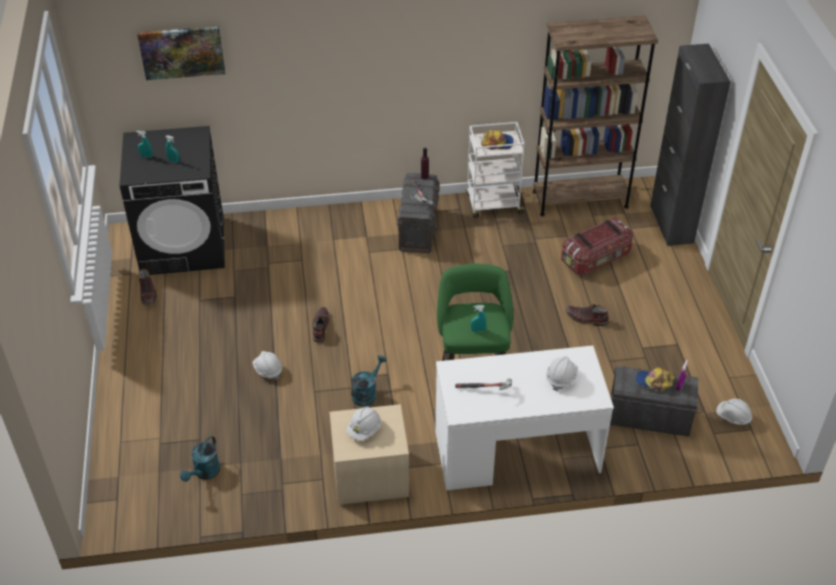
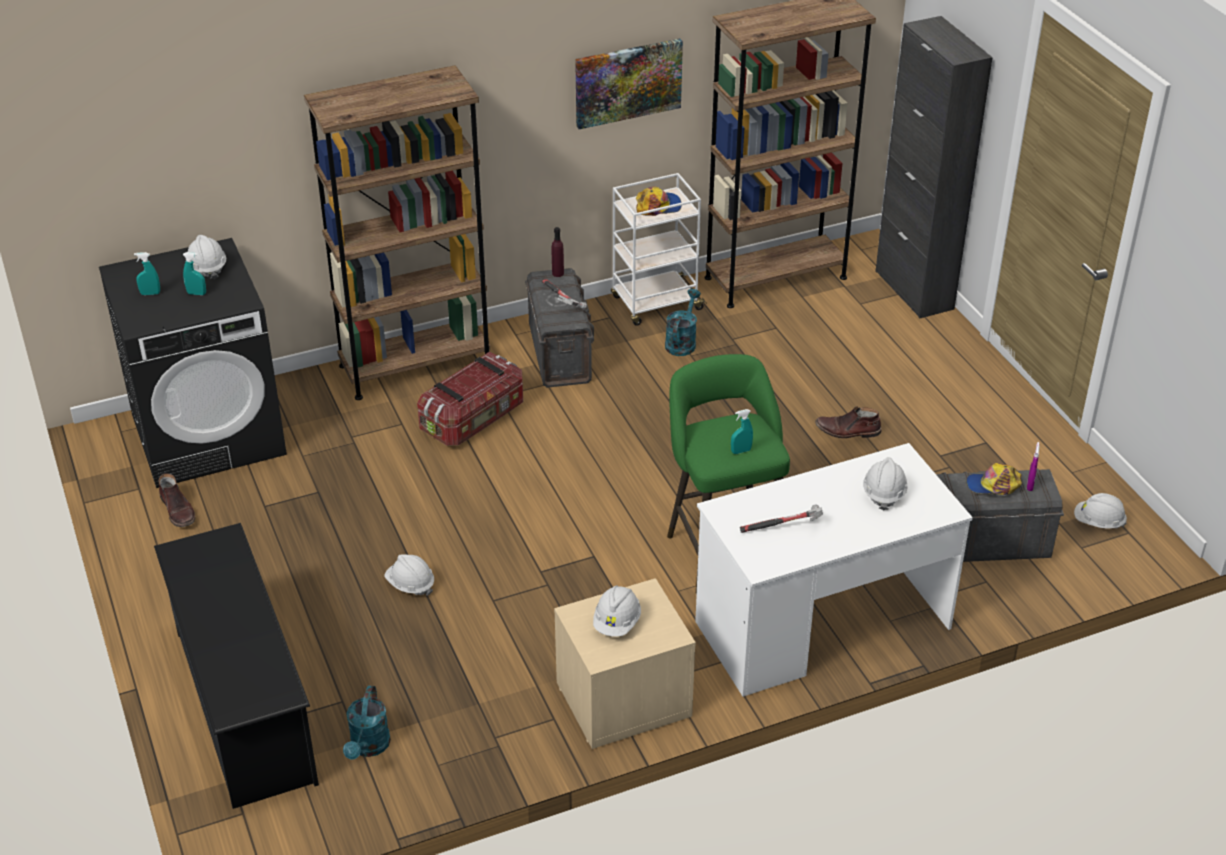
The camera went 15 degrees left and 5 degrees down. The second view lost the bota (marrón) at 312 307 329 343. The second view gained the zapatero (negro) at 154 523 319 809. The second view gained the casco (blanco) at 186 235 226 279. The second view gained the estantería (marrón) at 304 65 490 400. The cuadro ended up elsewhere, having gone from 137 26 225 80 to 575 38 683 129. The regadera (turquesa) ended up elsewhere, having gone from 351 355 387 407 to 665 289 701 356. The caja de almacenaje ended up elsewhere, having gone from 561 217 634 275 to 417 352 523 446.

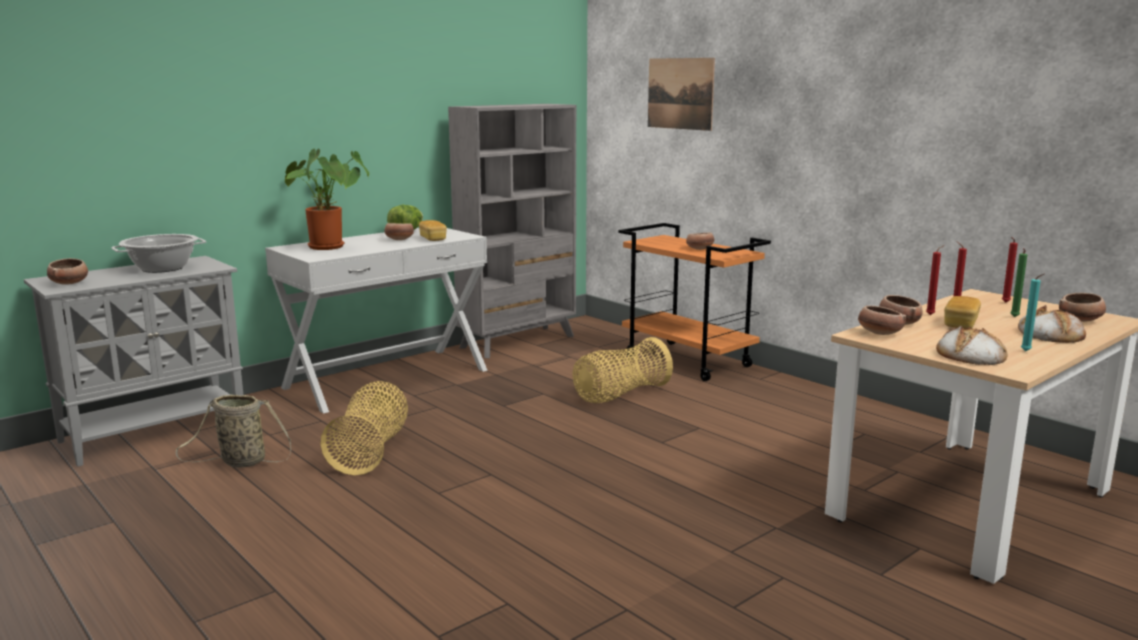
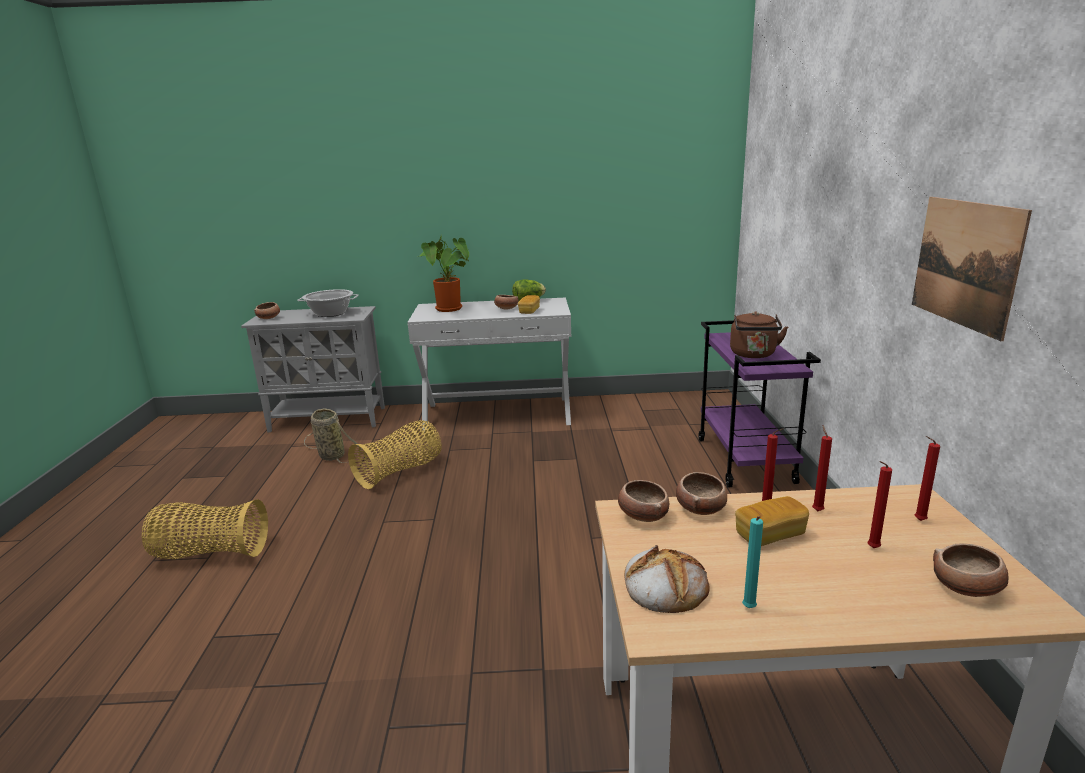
The camera went 40 degrees right and 5 degrees up. The second view lost the estantería (gris) at 448 104 576 358. The second view lost the pan at 1018 305 1086 343. The cesta ended up elsewhere, having gone from 572 337 673 403 to 142 499 268 559. The cuadro ended up elsewhere, having gone from 648 58 715 131 to 912 197 1032 341. Where the cuenco stood at 686 233 714 250, the hervidor (marrón) came to stand at 730 311 788 358. What was the carrito (naranja) at 618 223 771 381 turned into the carrito (morado) at 698 320 821 487. What was the vela (verde) at 1011 248 1027 317 turned into the vela (rojo) at 867 461 892 548.

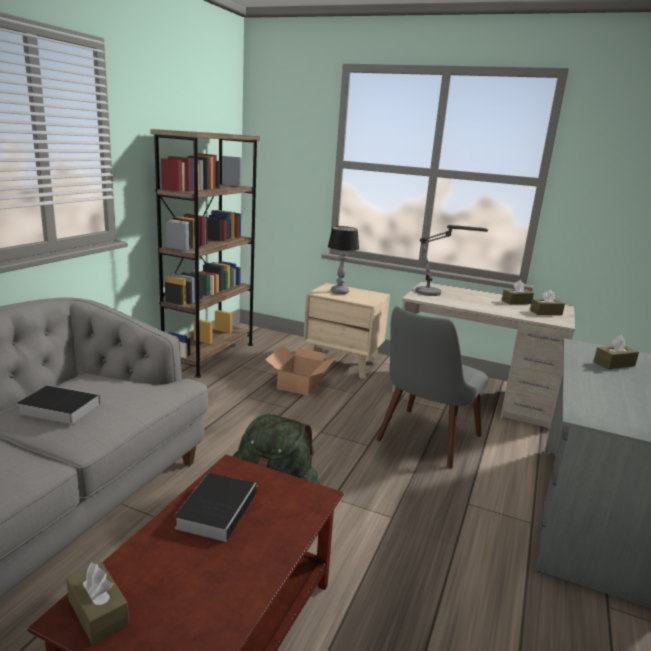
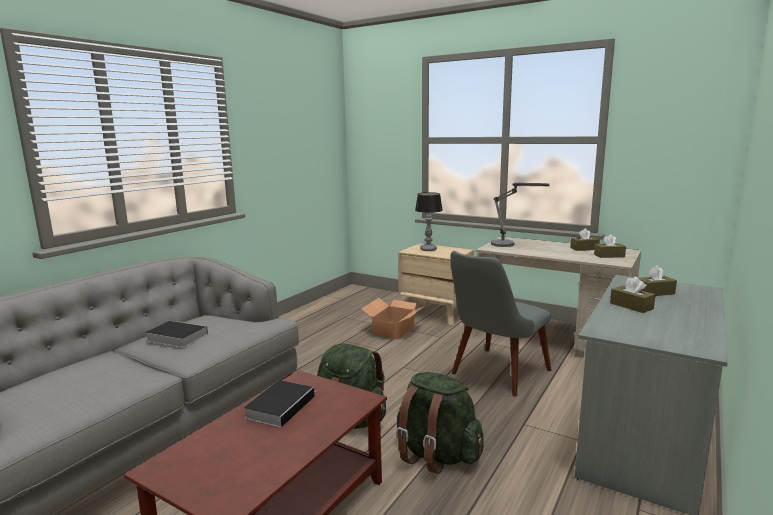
The camera went 10 degrees right and 5 degrees down. The second view lost the estantería (marrón) at 150 129 260 378. The second view gained the mochila (verde) at 396 372 484 474. The caja de pañuelos (marrón) ended up elsewhere, having gone from 66 562 129 645 to 610 277 655 313.

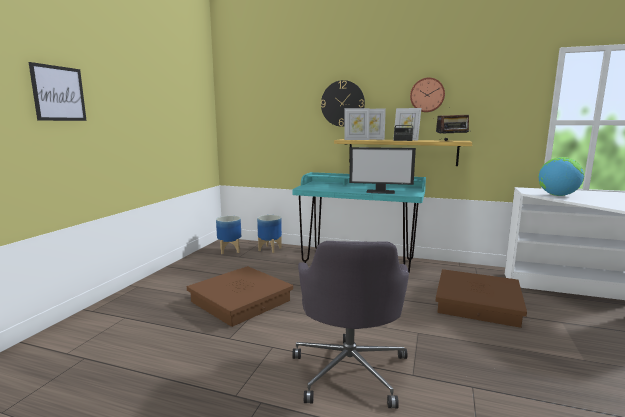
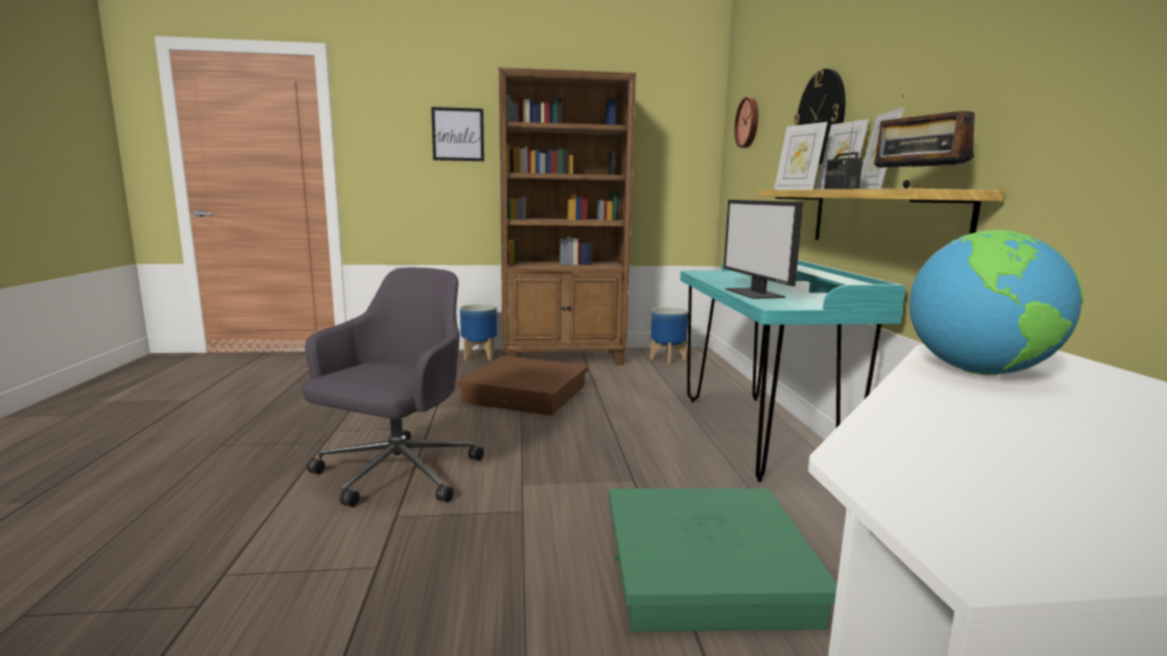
The camera went 65 degrees right and 0 degrees up. The second view gained the estantería (marrón) at 499 67 636 365. The maceta ended up elsewhere, having gone from 257 215 282 253 to 460 304 497 360. The reloj de pared ended up elsewhere, having gone from 410 78 445 112 to 734 97 758 148. What was the caja de almacenaje (marrón) at 436 269 527 328 turned into the caja de almacenaje (verde) at 609 488 837 632. The silla de oficina (gris) at 293 241 409 409 ended up facing another way, 135 degrees clockwise from before.

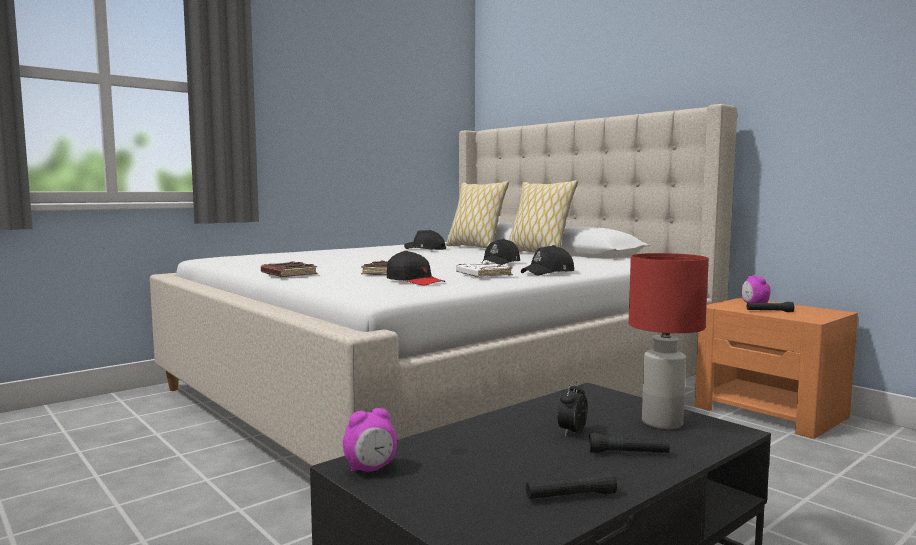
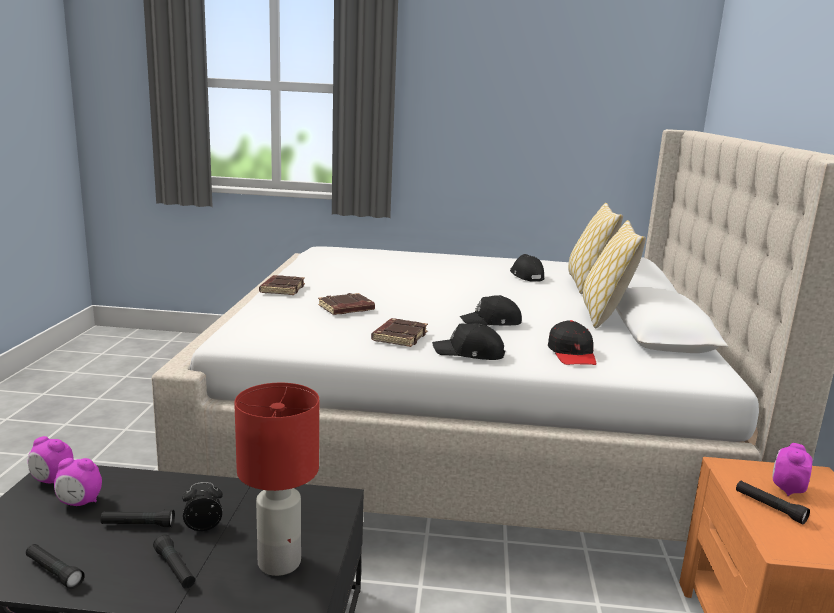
The camera went 45 degrees right and 10 degrees up. The second view gained the despertador at 54 458 102 506. The second view gained the linterna (negro) at 100 510 175 527. The gorra (negro) ended up elsewhere, having gone from 387 250 446 285 to 548 320 597 365. What was the libro (blanco) at 456 262 513 277 turned into the libro (marrón) at 371 318 428 347.

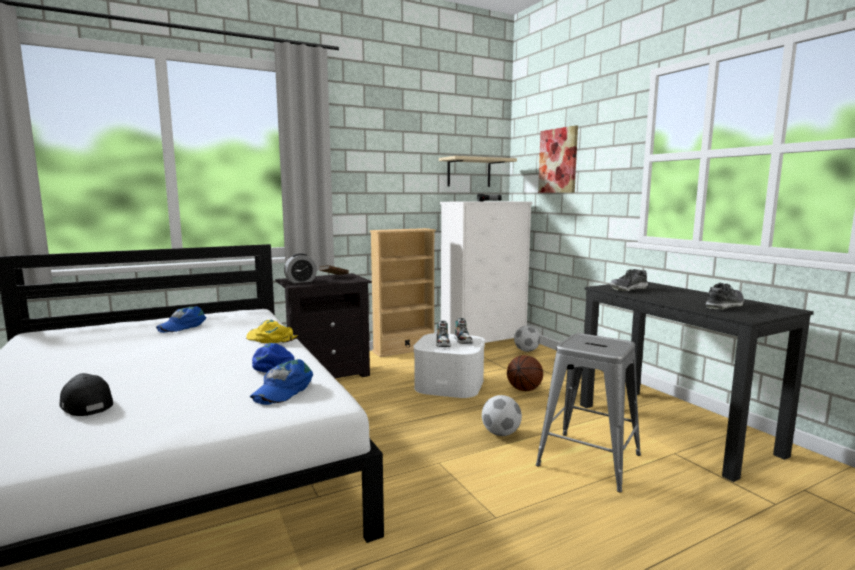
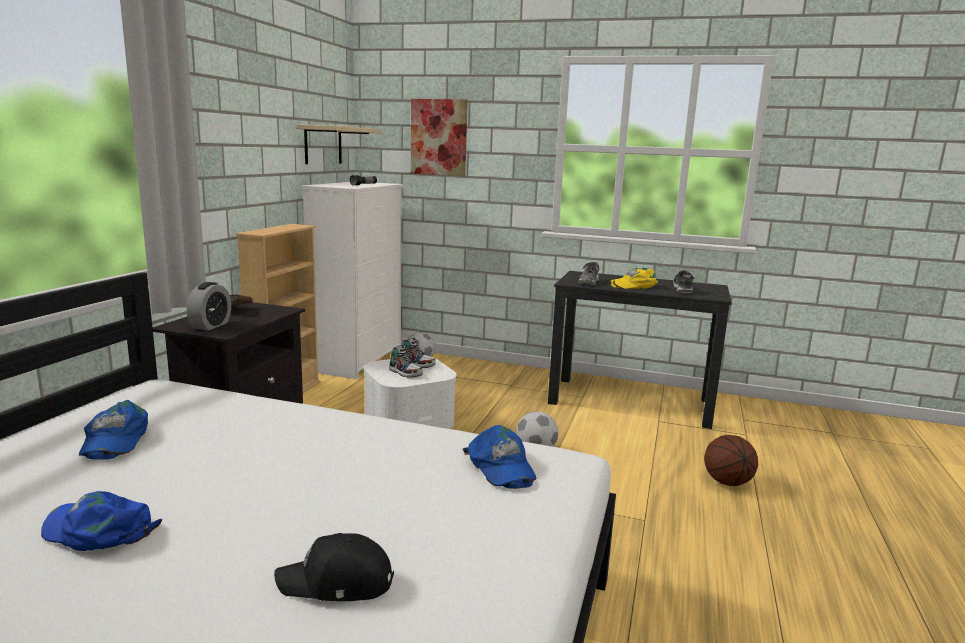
The camera went 45 degrees left and 5 degrees up. The second view lost the taburete (gris) at 536 333 641 493. The gorra (amarillo) ended up elsewhere, having gone from 246 320 298 343 to 611 268 658 289. The gorra (azul) ended up elsewhere, having gone from 252 343 294 373 to 41 491 162 551. The balón de baloncesto ended up elsewhere, having gone from 507 355 543 391 to 704 435 758 486.

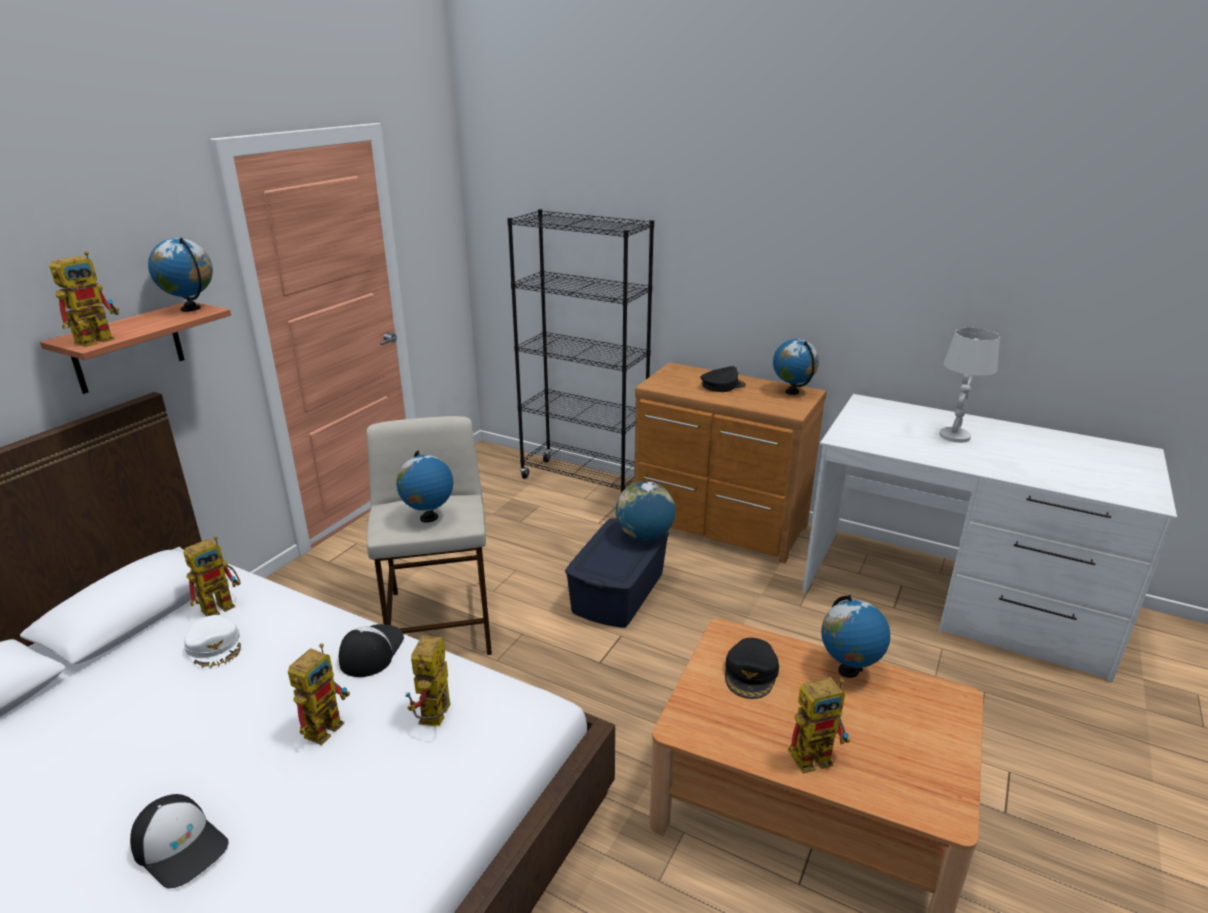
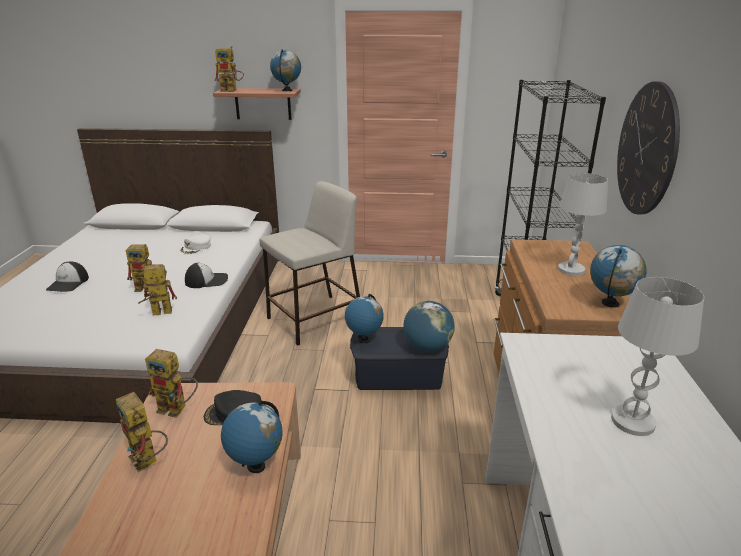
The camera went 65 degrees right and 0 degrees up. The second view gained the reloj de pared at 617 81 680 215. The robot de juguete ended up elsewhere, having gone from 183 536 240 617 to 145 349 198 418. The globo terráqueo ended up elsewhere, having gone from 396 451 453 523 to 345 294 384 343. Where the gorra (negro) stood at 701 366 746 392, the lámpara de mesa (blanco) came to stand at 558 173 608 276.

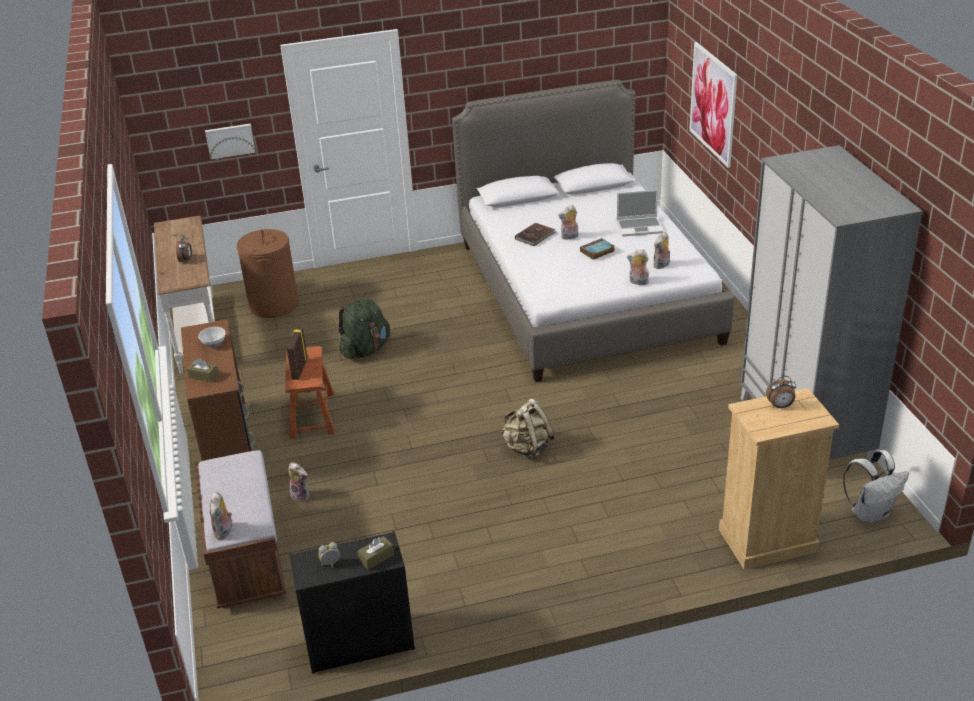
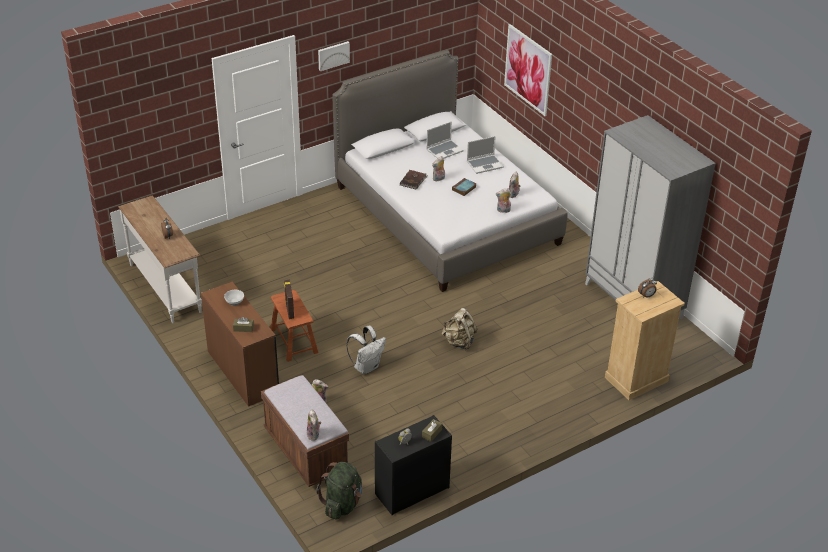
The camera went 20 degrees left and 5 degrees up. The second view lost the cesto de la ropa (marrón) at 237 229 299 318. The second view gained the portátil at 426 121 464 158. The cuadro ended up elsewhere, having gone from 205 124 256 159 to 318 41 350 71. The mochila (verde) ended up elsewhere, having gone from 338 298 391 359 to 316 462 362 519. The mochila (blanco) ended up elsewhere, having gone from 843 450 909 524 to 346 326 386 374.

